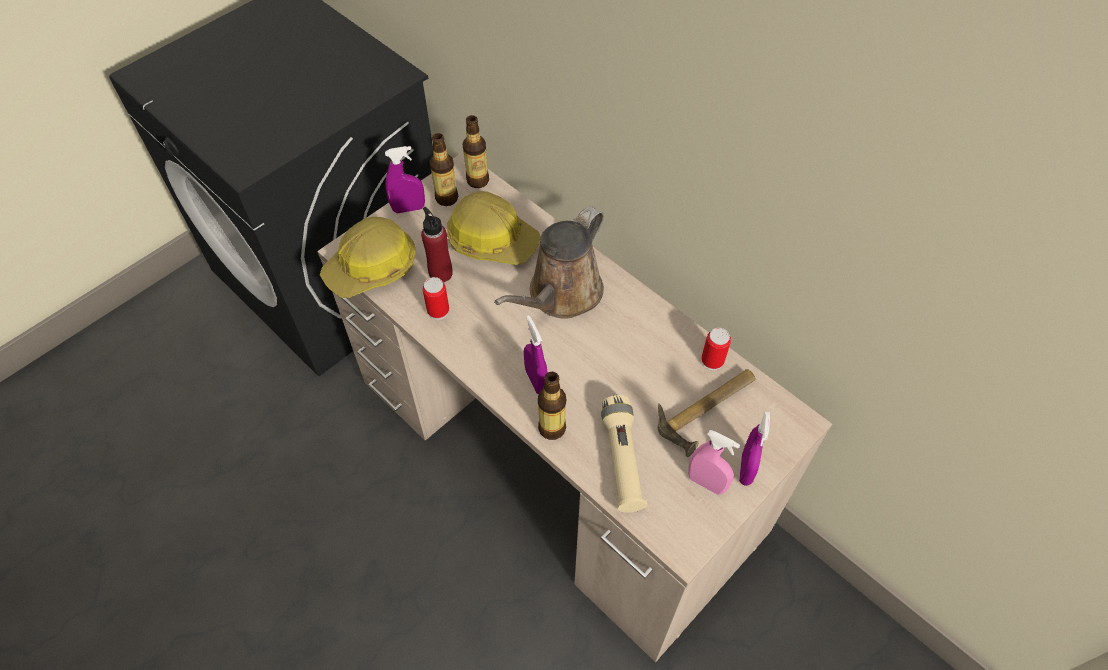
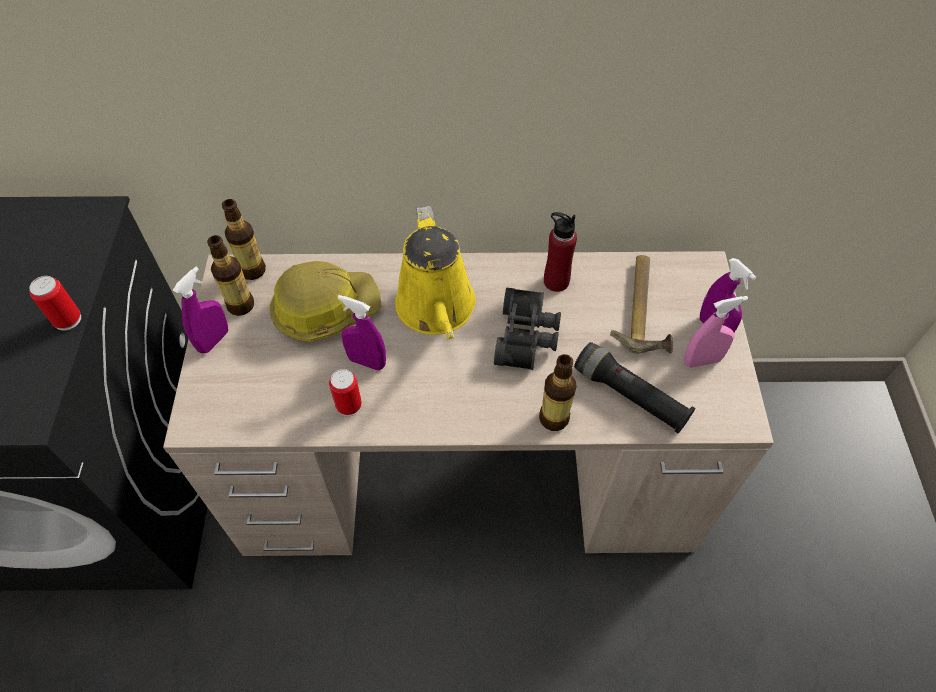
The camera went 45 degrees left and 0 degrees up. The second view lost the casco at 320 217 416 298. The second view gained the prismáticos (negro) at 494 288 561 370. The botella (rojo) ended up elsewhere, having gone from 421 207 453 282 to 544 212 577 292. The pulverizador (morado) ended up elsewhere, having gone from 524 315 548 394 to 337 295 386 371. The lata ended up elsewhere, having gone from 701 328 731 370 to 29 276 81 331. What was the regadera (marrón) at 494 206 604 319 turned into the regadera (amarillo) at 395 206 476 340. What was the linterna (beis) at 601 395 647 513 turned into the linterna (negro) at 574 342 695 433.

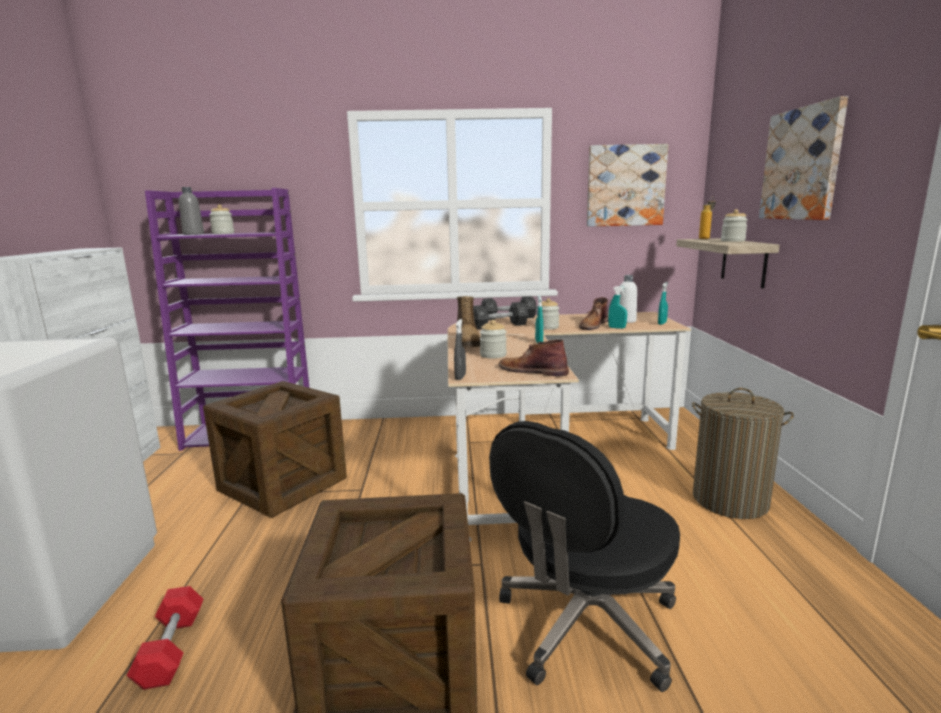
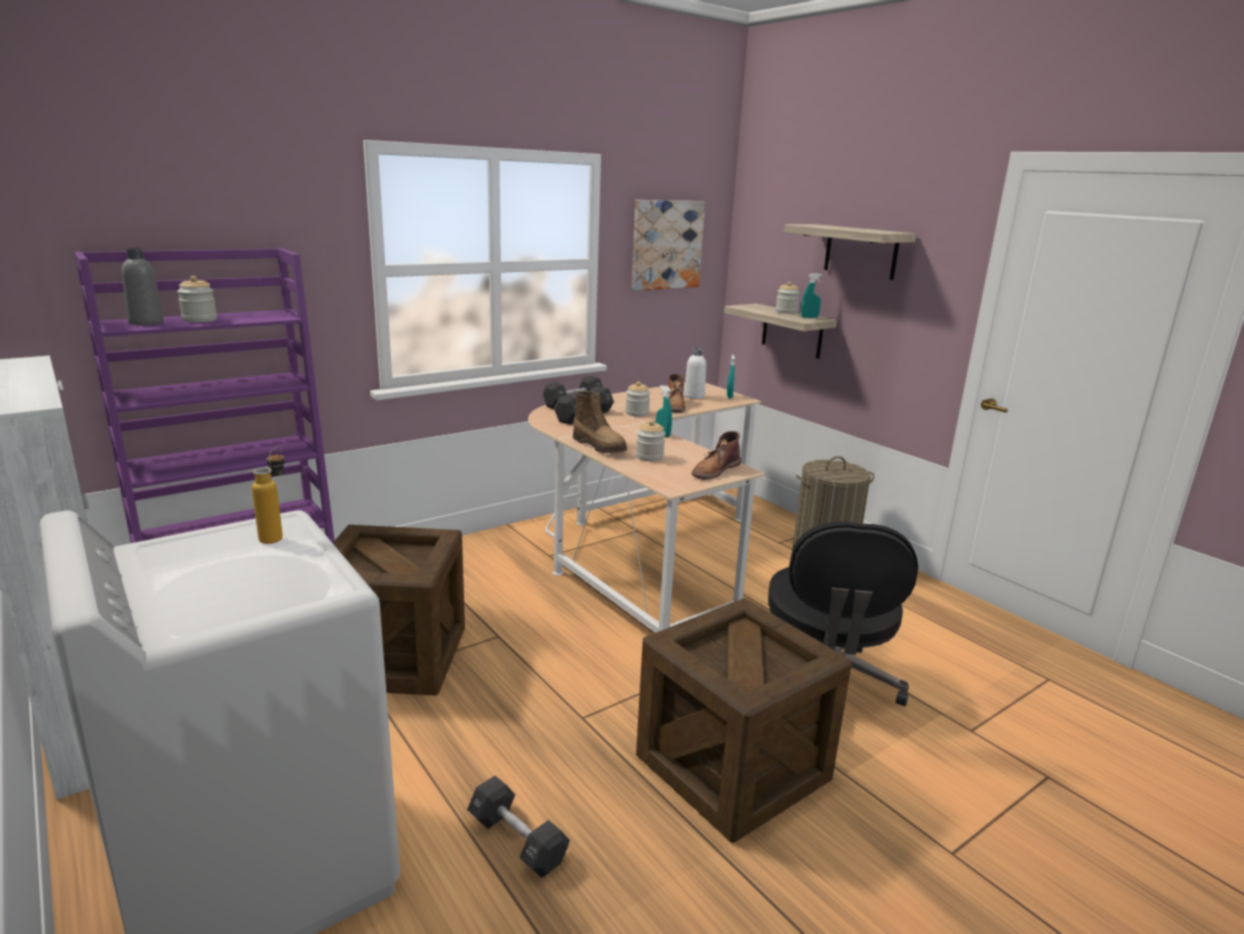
The camera went 35 degrees left and 5 degrees up. The second view lost the pulverizador (gris) at 454 319 466 380. The pulverizador (turquesa) ended up elsewhere, having gone from 608 286 627 329 to 801 274 822 318. The botella ended up elsewhere, having gone from 699 197 716 239 to 252 447 285 544. Where the cuadro hung at 759 96 848 220, the estante came to hang at 784 224 916 280. What was the mancuerna (rojo) at 127 586 203 690 turned into the mancuerna (negro) at 467 776 570 878. The bota (marrón) at 499 339 569 376 ended up facing another way, 45 degrees counterclockwise from before.

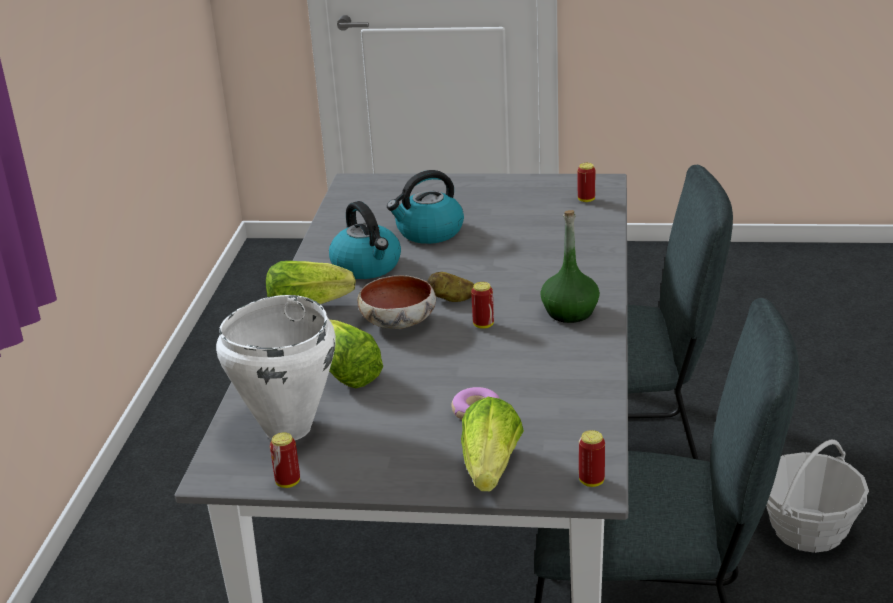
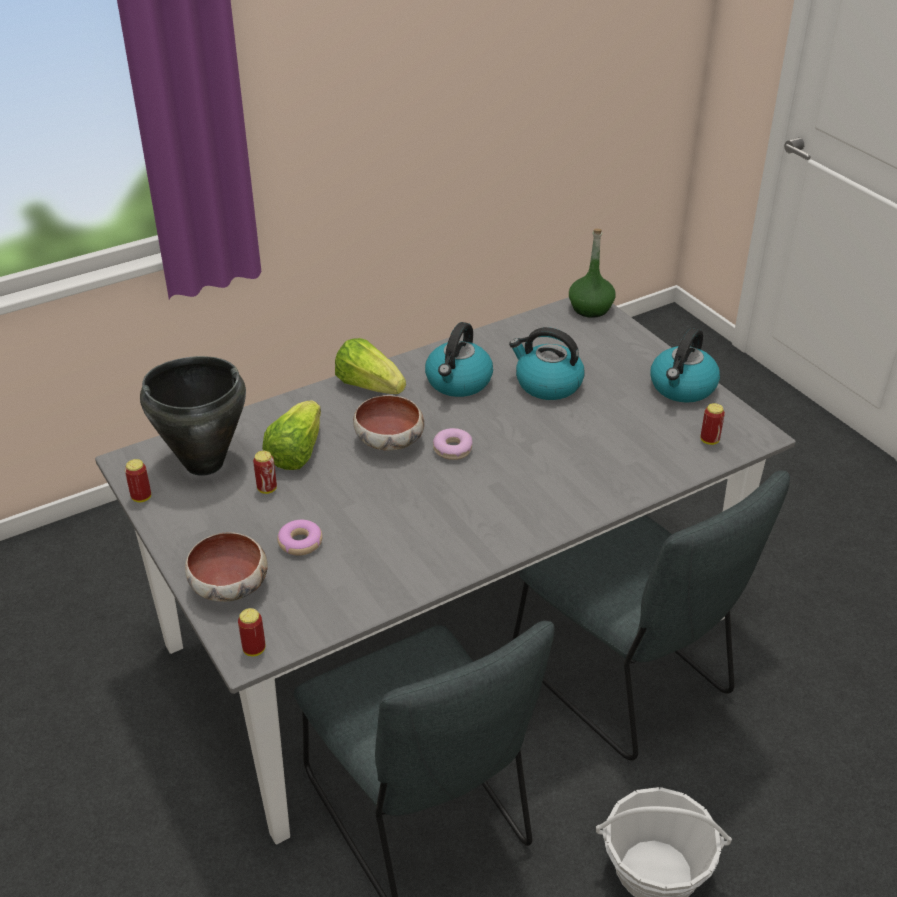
The camera went 50 degrees right and 10 degrees up. The second view gained the hervidor at 650 327 720 403. The lata ended up elsewhere, having gone from 471 282 494 329 to 253 451 277 494. The botella (verde) ended up elsewhere, having gone from 540 210 600 323 to 569 228 616 318. Where the patata stood at 427 272 474 302, the rosquilla came to stand at 433 428 472 460. Where the lechuga stood at 461 397 524 491, the cuenco came to stand at 185 532 268 602. What was the olla (blanco) at 216 295 336 440 turned into the olla (negro) at 140 356 246 476.

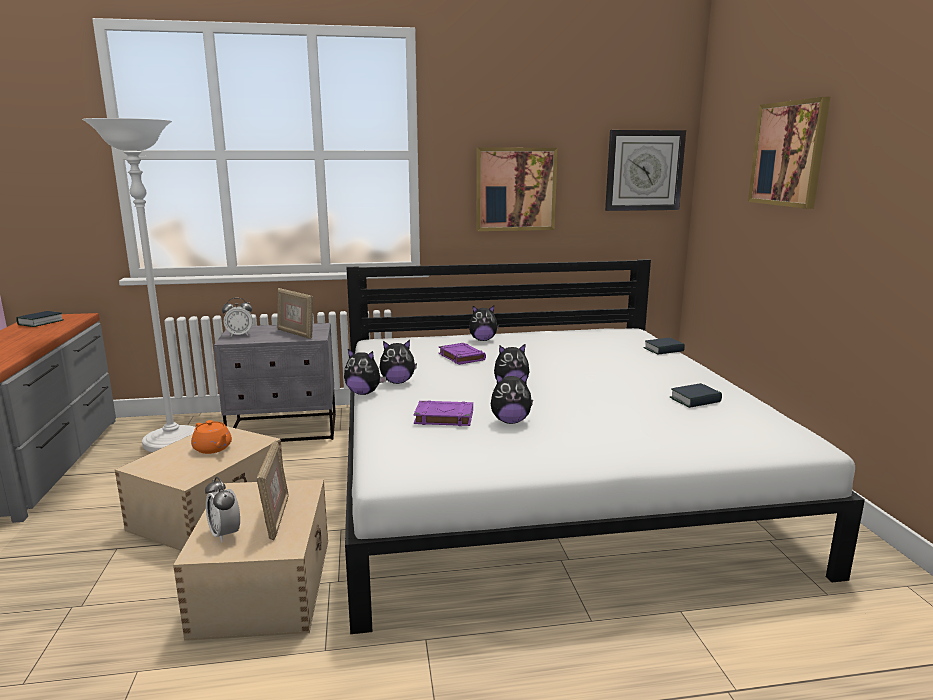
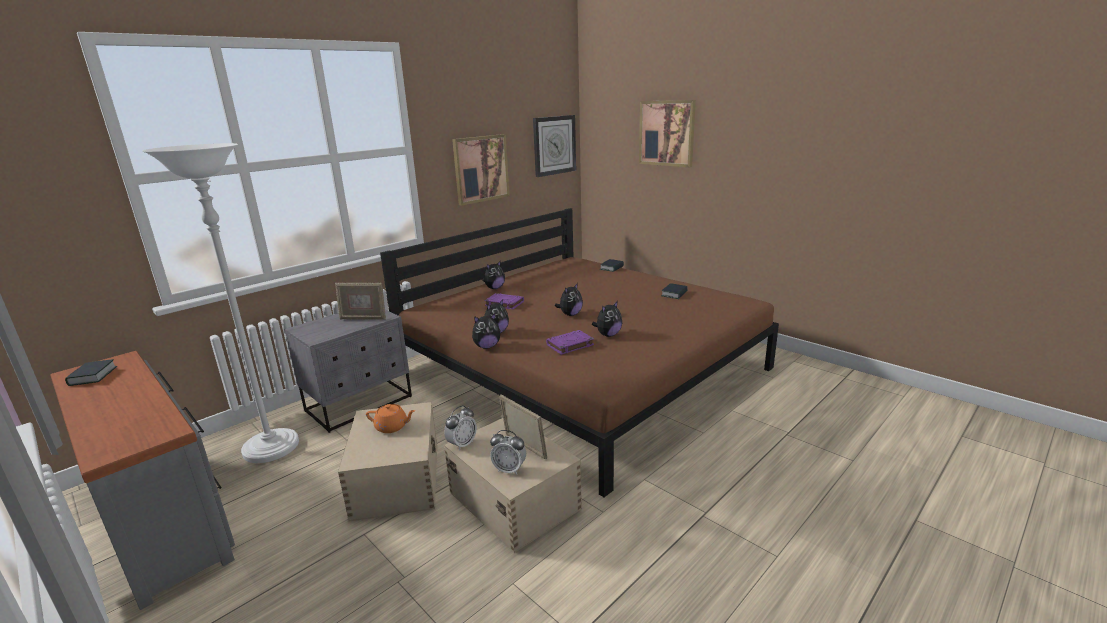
The camera went 35 degrees left and 5 degrees up. The despertador ended up elsewhere, having gone from 222 298 253 337 to 444 405 477 451. What was the cama (blanco) at 345 259 865 634 turned into the cama (marrón) at 380 208 779 497.

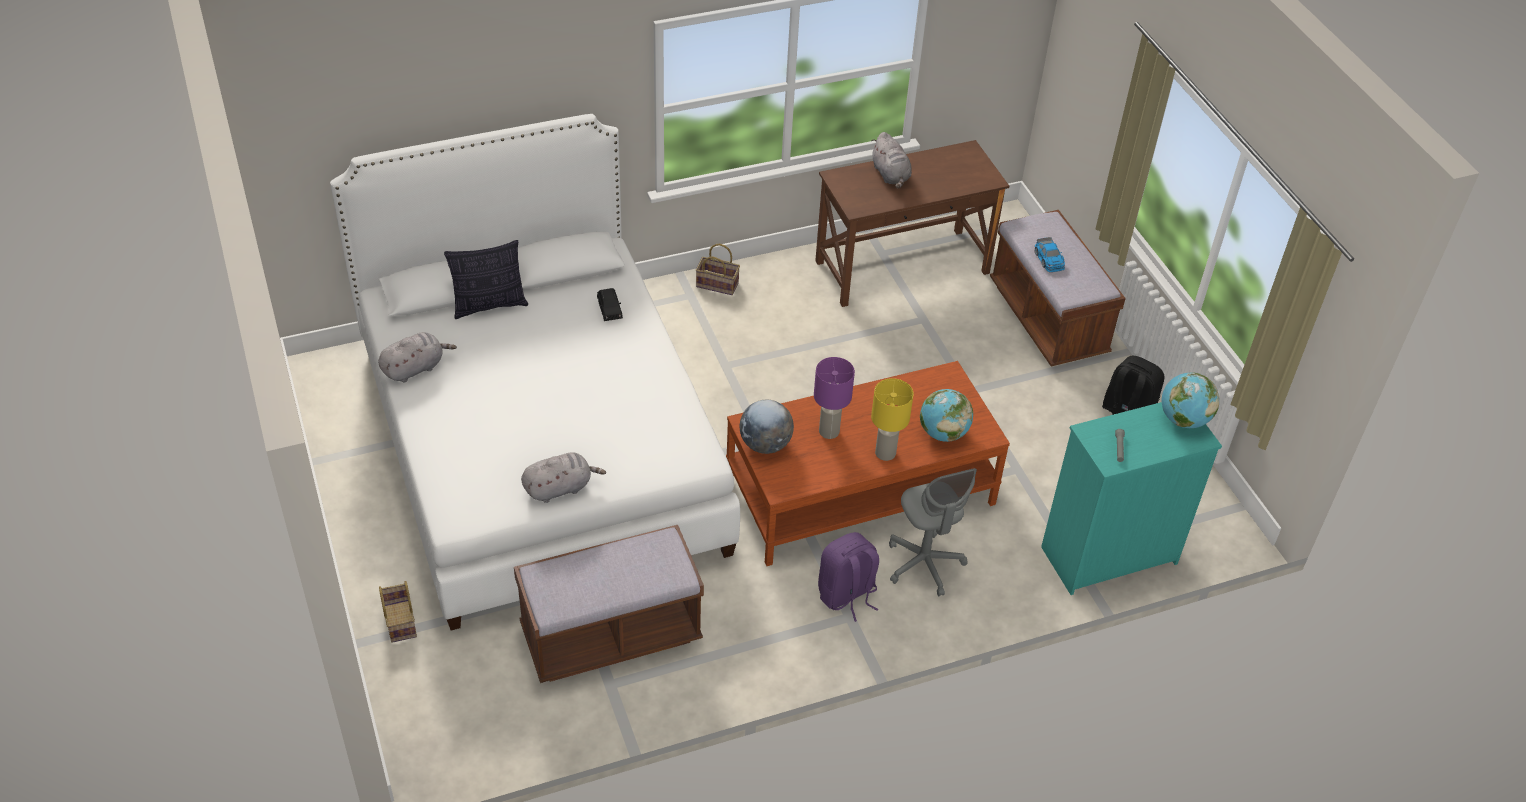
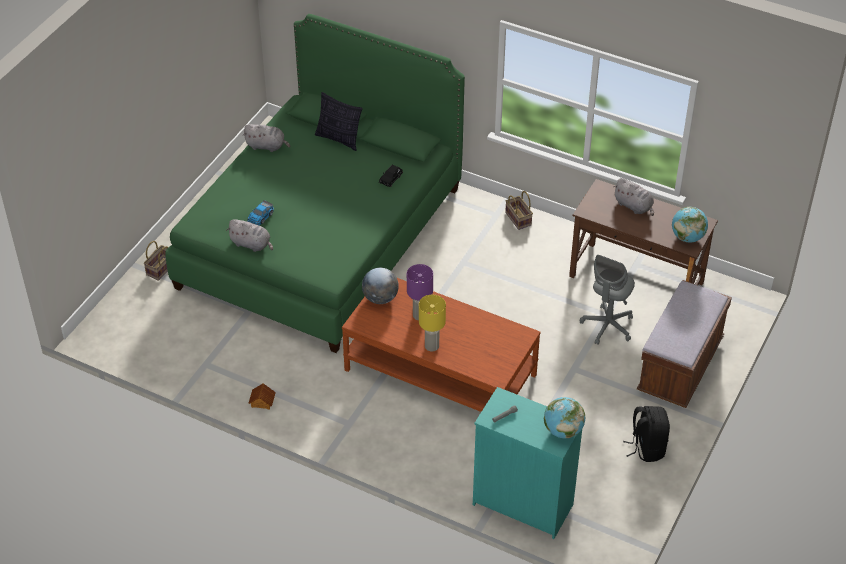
The camera went 50 degrees right and 0 degrees up. The second view lost the banco (marrón) at 514 525 704 683. The second view lost the mochila (morado) at 818 532 879 622. The second view gained the casita at 248 383 276 410. The silla de oficina (gris) ended up elsewhere, having gone from 889 468 977 596 to 580 255 635 345. The globo terráqueo ended up elsewhere, having gone from 920 389 973 442 to 672 207 708 243. The coche de juguete ended up elsewhere, having gone from 1035 237 1065 272 to 247 200 274 226. What was the cama (blanco) at 330 114 740 630 turned into the cama (verde) at 165 14 465 353. The peluche (gris) at 872 132 912 189 ended up facing another way, 75 degrees counterclockwise from before.

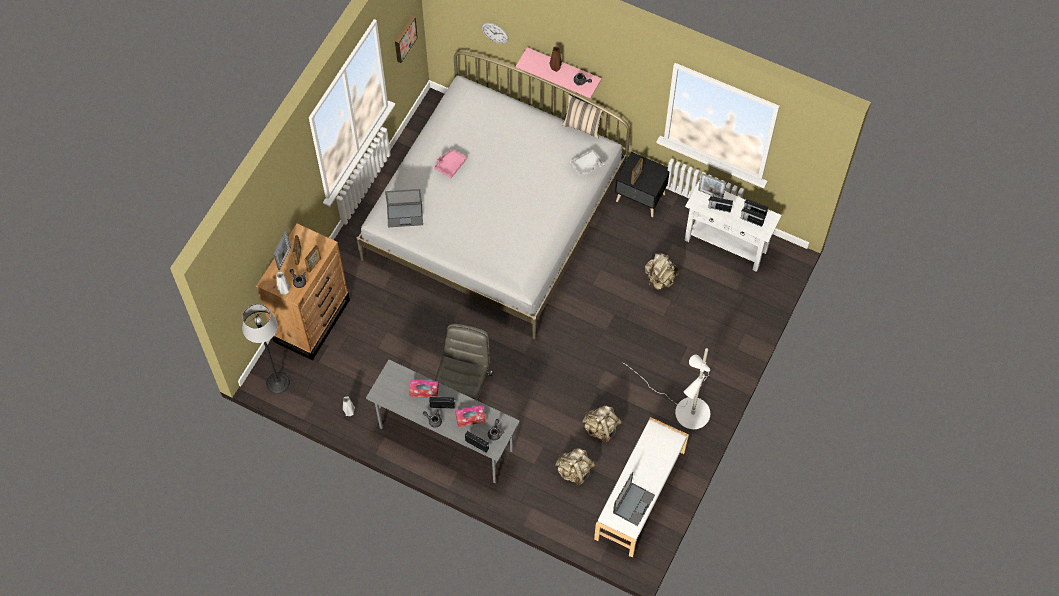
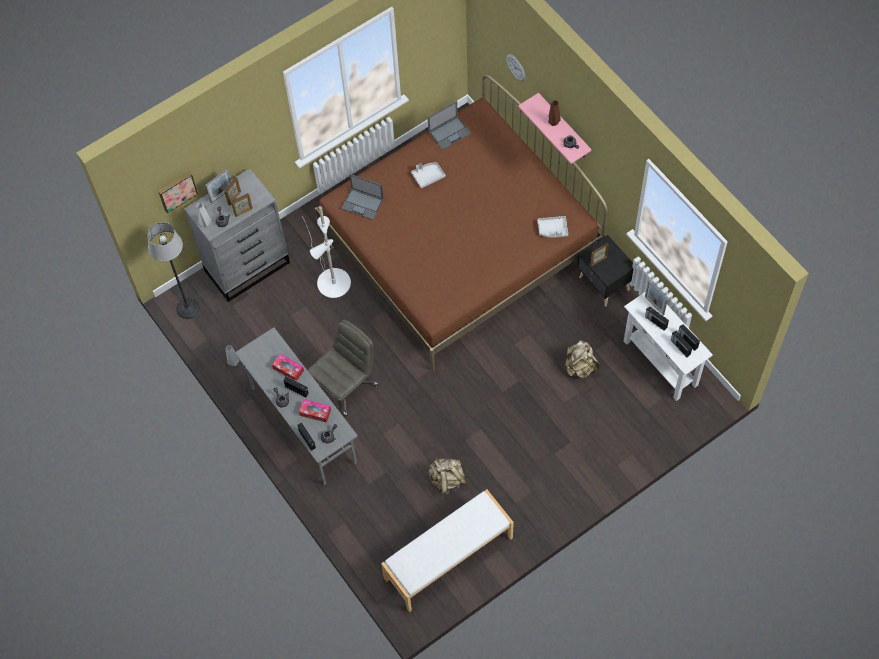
The camera went 30 degrees right and 0 degrees up. The second view lost the mochila (beis) at 555 448 596 486. The second view lost the cojín (beis) at 562 94 605 139. The cuadro ended up elsewhere, having gone from 395 16 418 63 to 158 172 198 213. The portátil ended up elsewhere, having gone from 613 472 655 526 to 428 101 471 150. The lámpara de pie (blanco) ended up elsewhere, having gone from 622 348 710 429 to 303 206 351 298. What was the cómoda (marrón) at 256 224 350 361 turned into the cómoda (gris) at 184 169 290 302. What was the cama (blanco) at 356 51 630 339 turned into the cama (marrón) at 315 74 608 371. What was the bandeja (rosa) at 434 150 467 178 turned into the bandeja (gris) at 411 163 445 188.

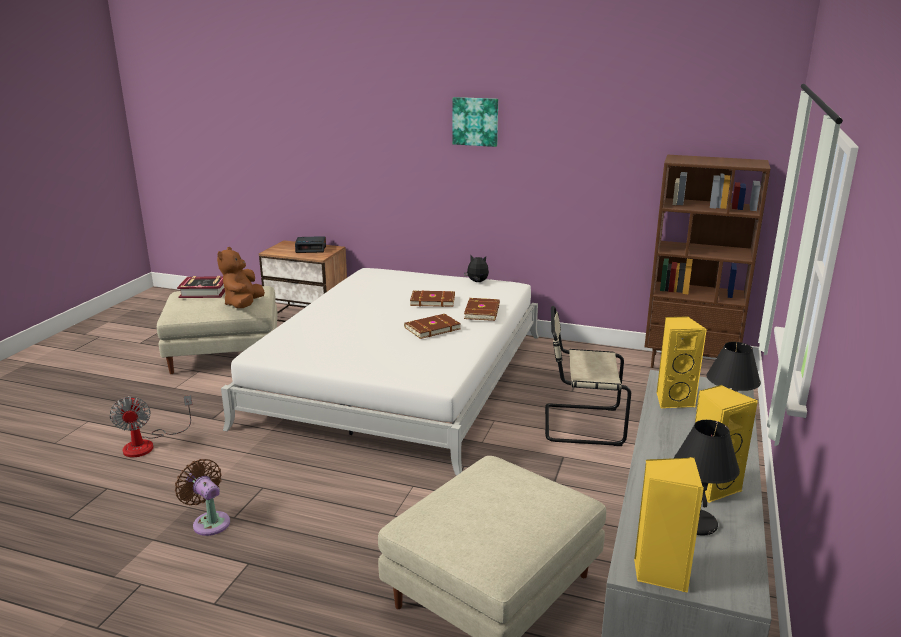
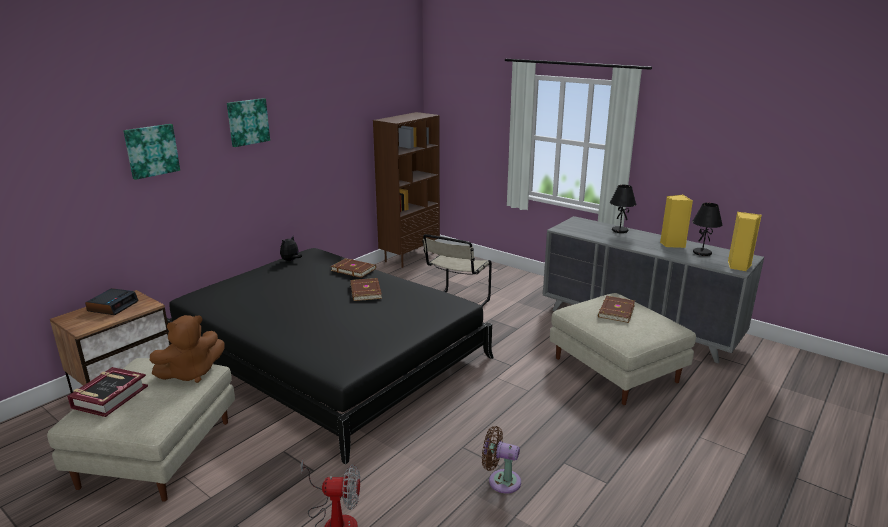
The camera went 70 degrees left and 0 degrees up. The second view lost the altavoz (amarillo) at 657 316 707 408. The second view gained the cuadro at 123 124 180 180. The libro (marrón) ended up elsewhere, having gone from 410 290 455 307 to 598 296 635 323. What was the cama (blanco) at 221 268 539 476 turned into the cama (negro) at 167 248 494 465. The ventilador (marrón) at 175 459 230 536 ended up facing another way, 45 degrees clockwise from before. The peluche (marrón) at 217 247 265 308 ended up facing another way, 60 degrees counterclockwise from before.

